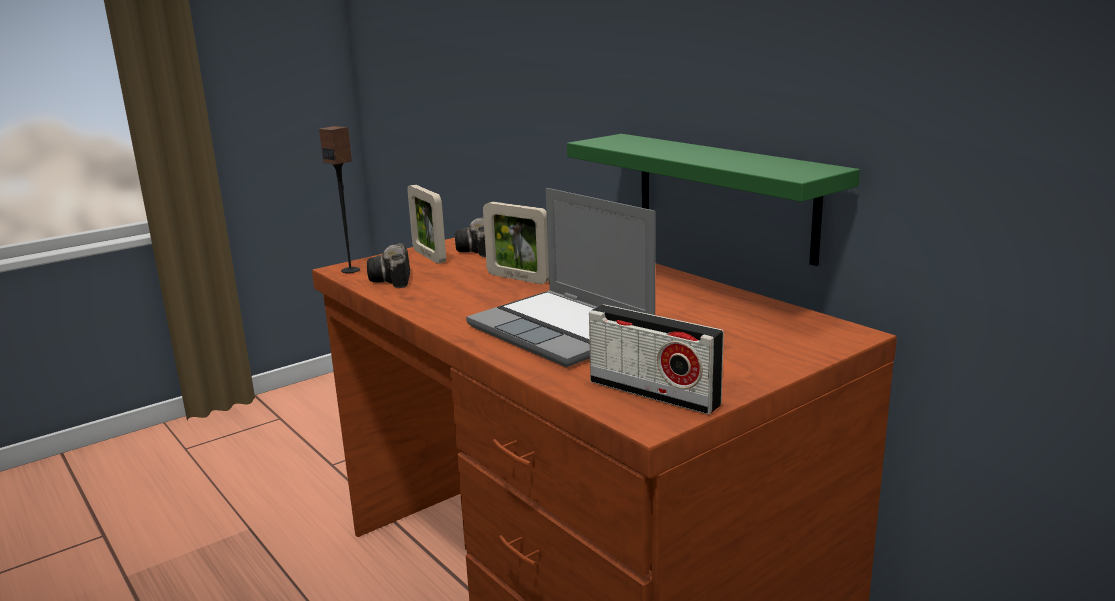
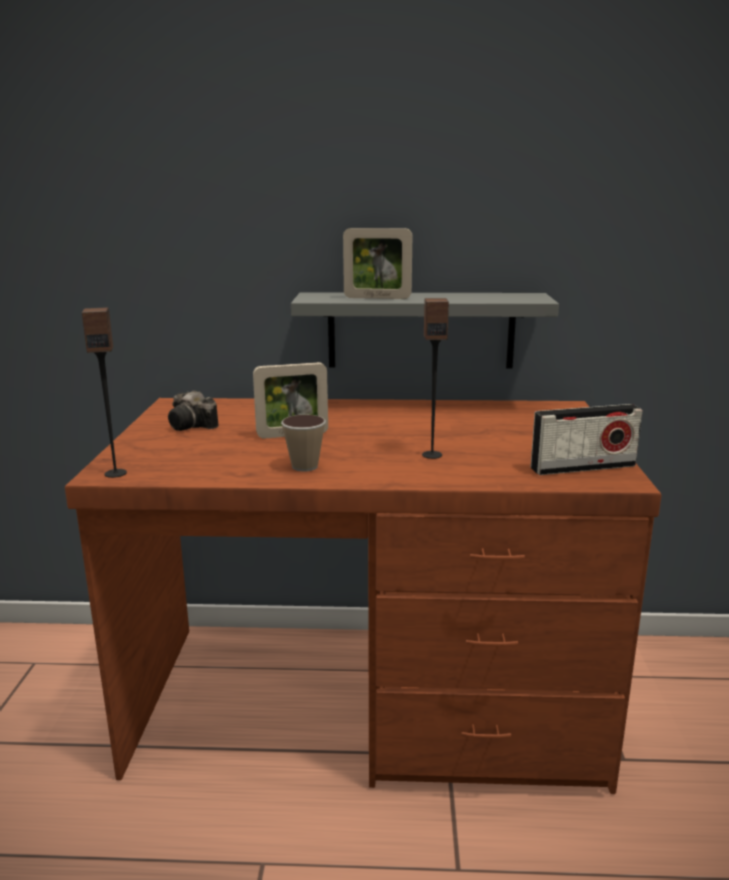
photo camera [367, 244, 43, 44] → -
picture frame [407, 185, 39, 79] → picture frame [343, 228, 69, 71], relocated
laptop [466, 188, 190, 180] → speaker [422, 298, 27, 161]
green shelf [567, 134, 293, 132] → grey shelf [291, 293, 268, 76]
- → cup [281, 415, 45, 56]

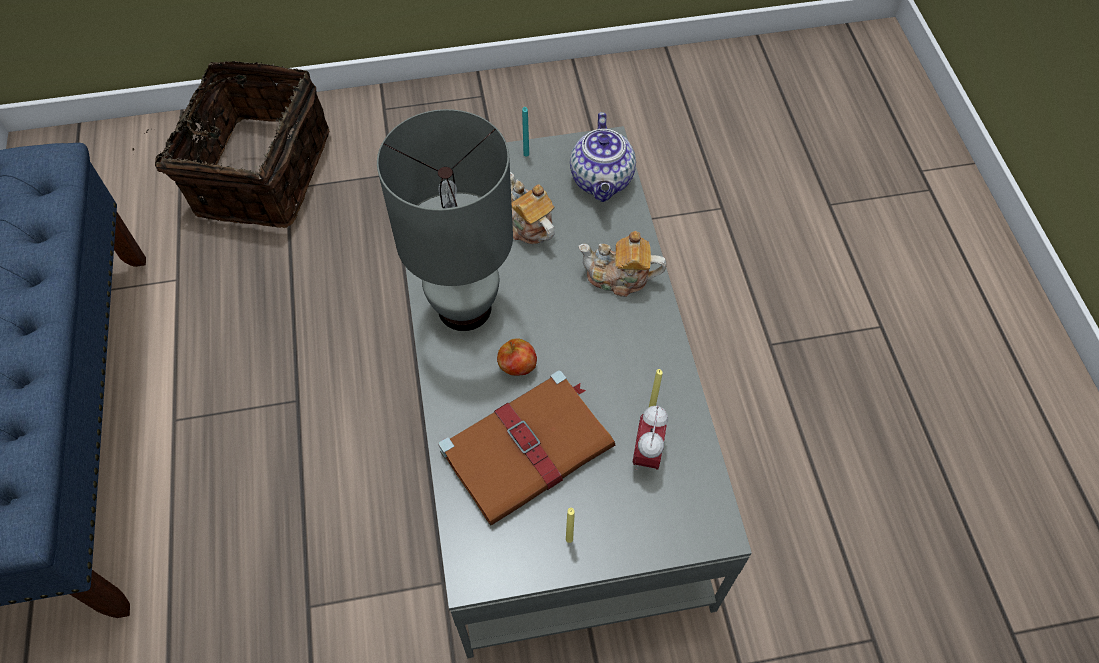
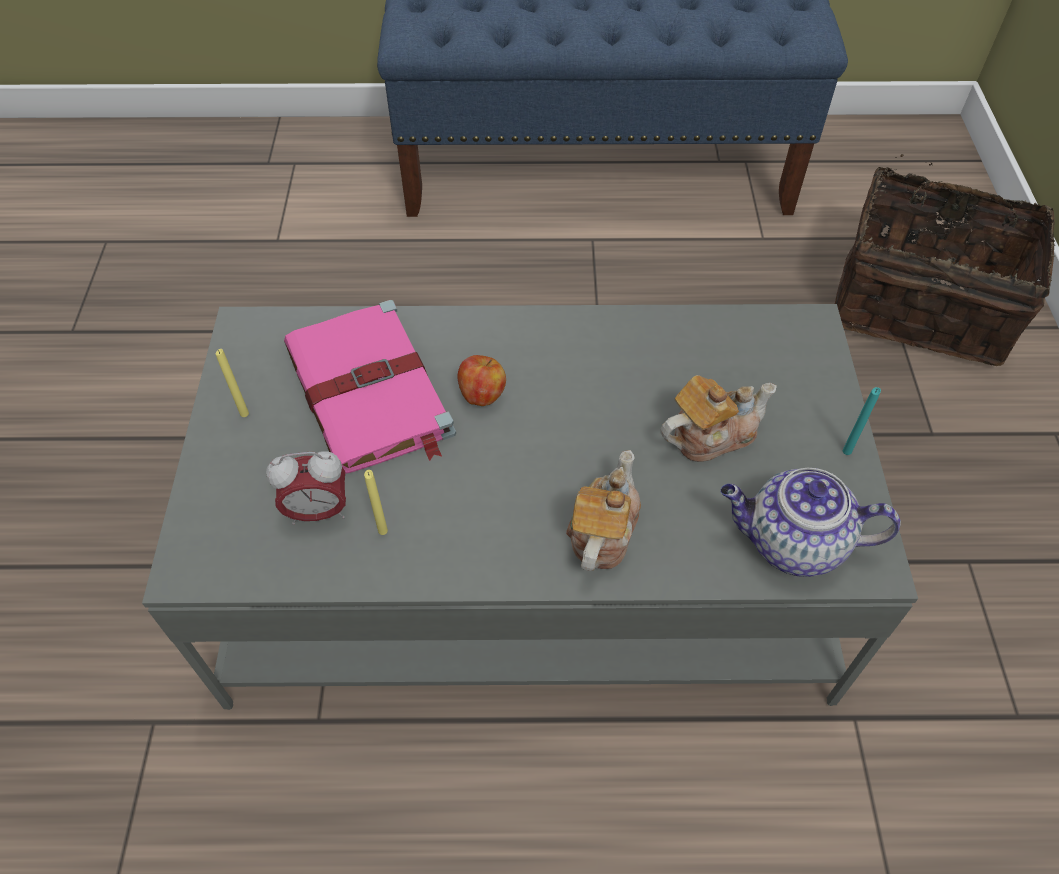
grey table lamp [377, 109, 136, 222] → -
brown book [439, 370, 176, 156] → pink book [284, 300, 172, 174]
alarm clock [633, 406, 35, 65] → alarm clock [266, 451, 80, 74], 150 degrees clockwise

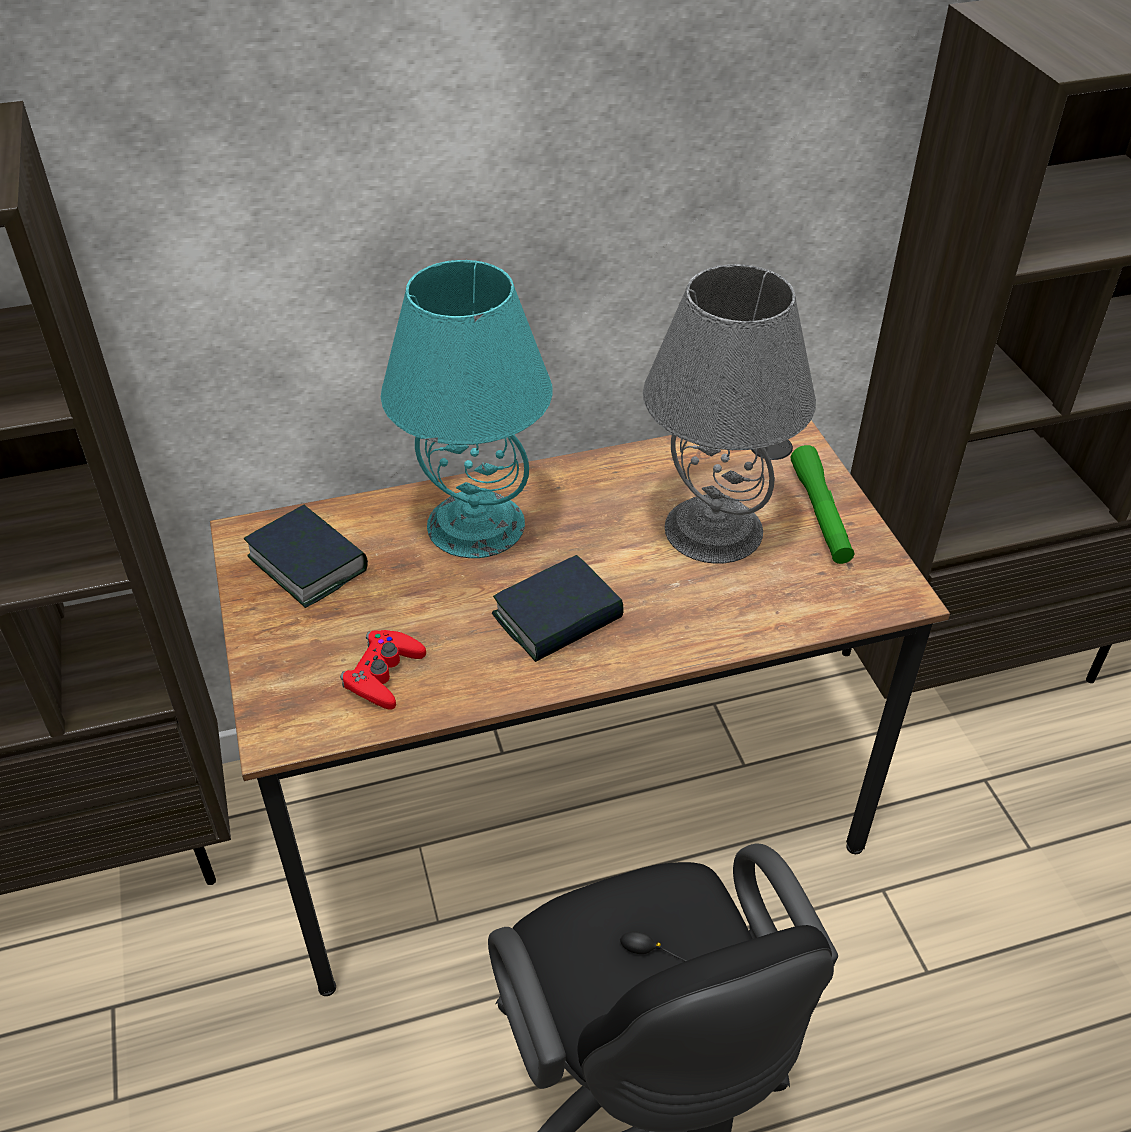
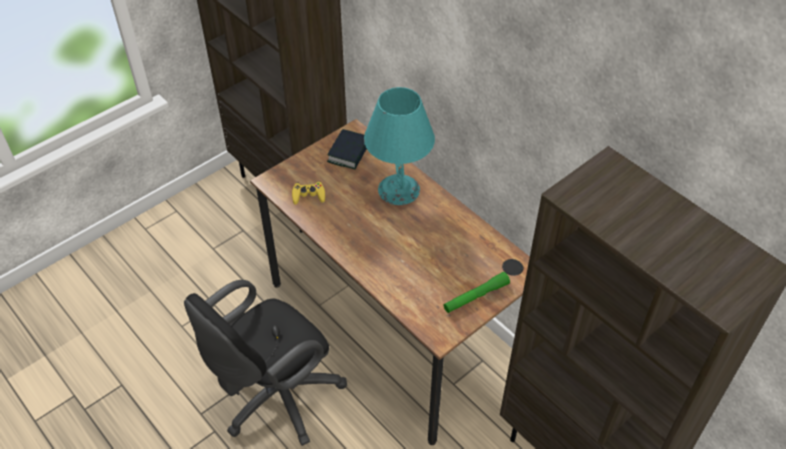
red game controller [340, 630, 86, 80] → yellow game controller [292, 181, 33, 23]
book [492, 555, 132, 107] → -
grey table lamp [643, 264, 173, 300] → -

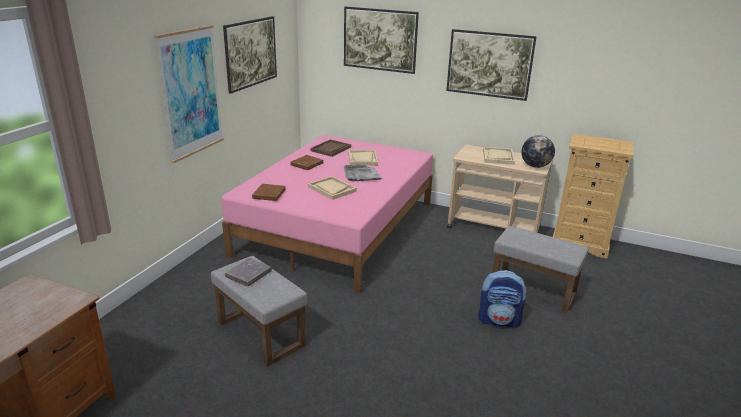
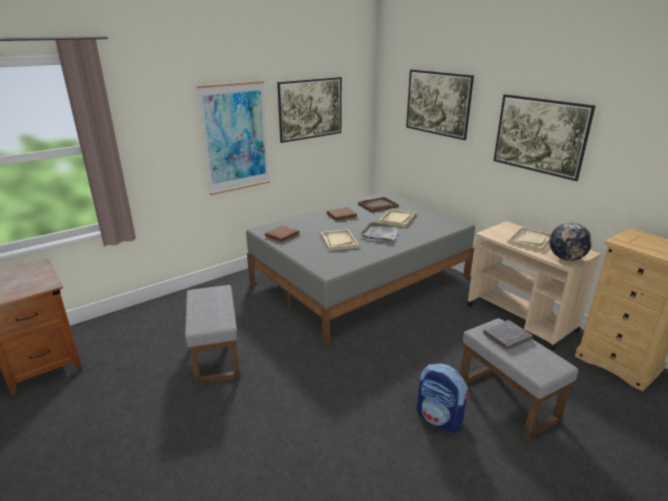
pink bed [222, 135, 211, 158] → grey bed [246, 192, 229, 154]
grey book [225, 258, 47, 28] → grey book [483, 320, 50, 30], relocated

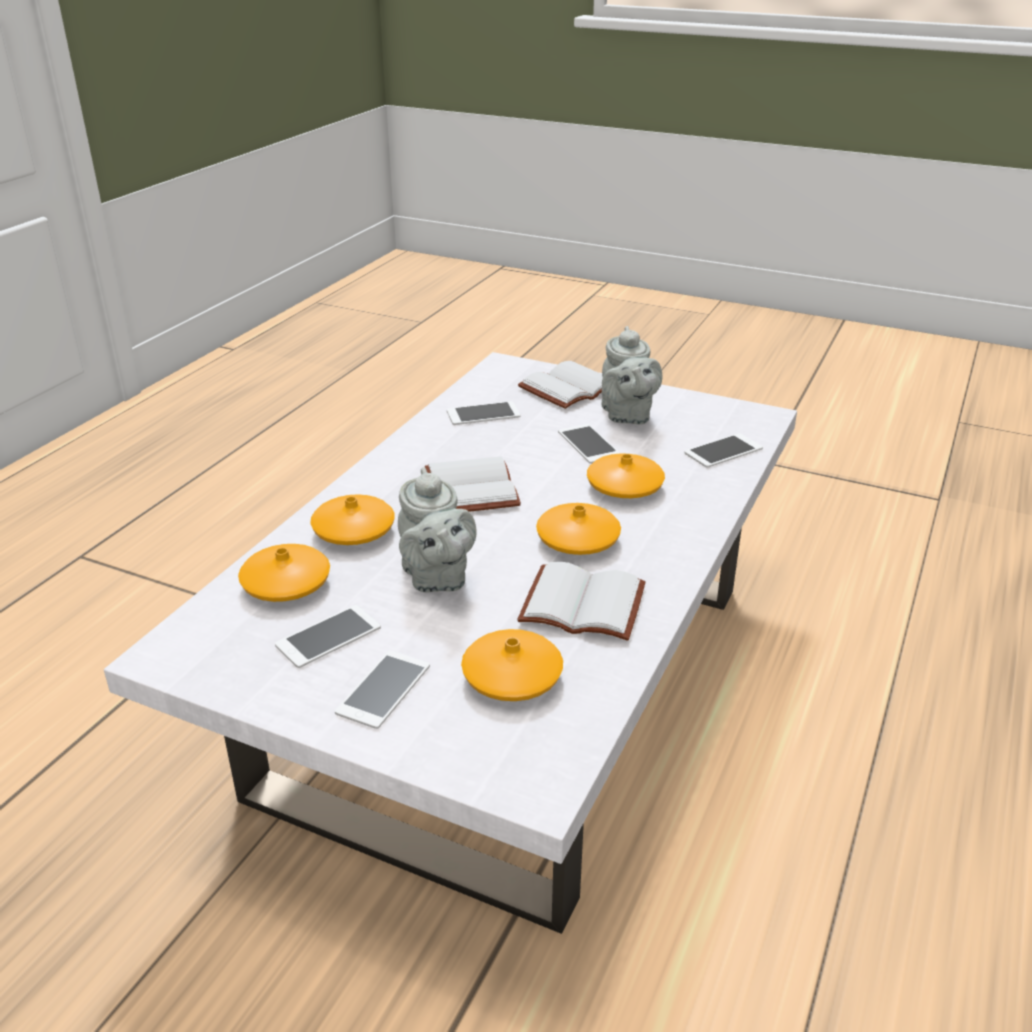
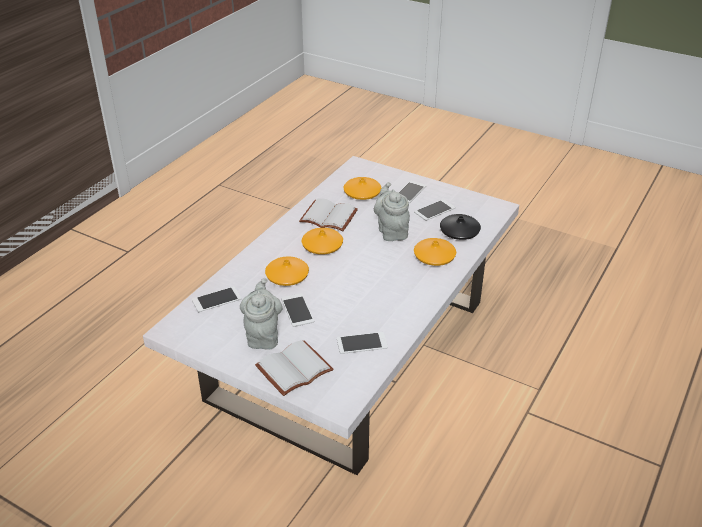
orange vase [238, 544, 92, 58] → black vase [440, 214, 41, 26]
white book [425, 456, 96, 56] → -

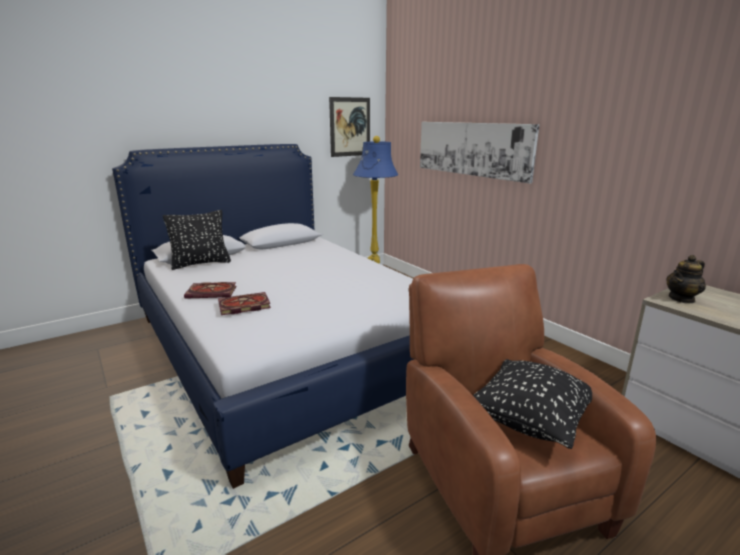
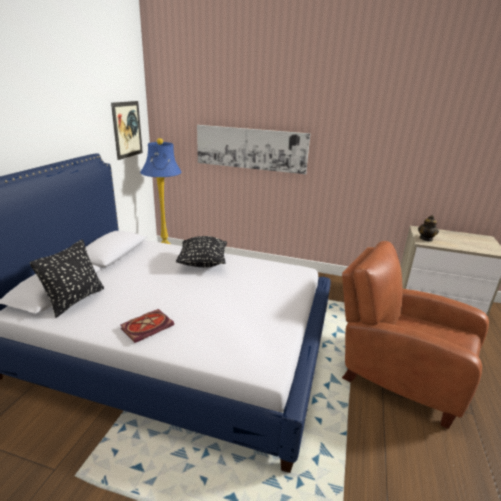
book [218, 292, 53, 23] → -
black pillow [473, 359, 119, 90] → black pillow [176, 236, 51, 31], relocated

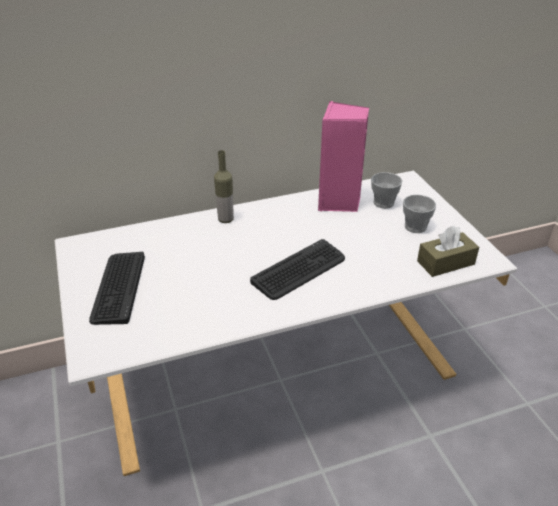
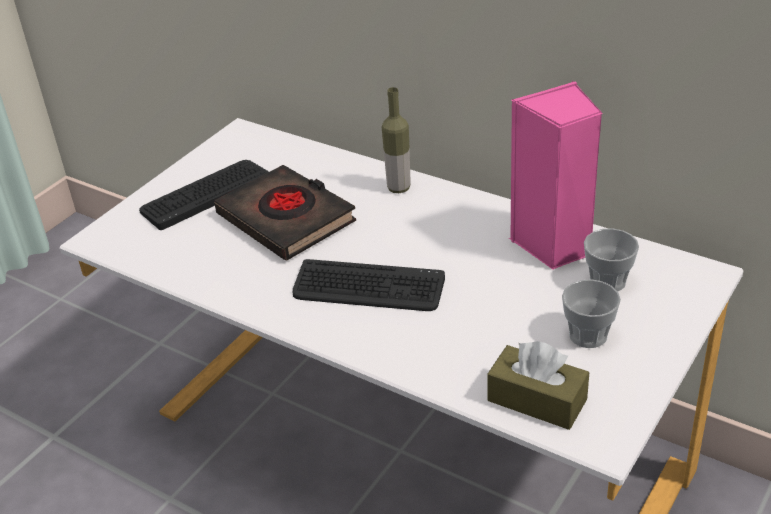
- → black book [214, 165, 142, 96]

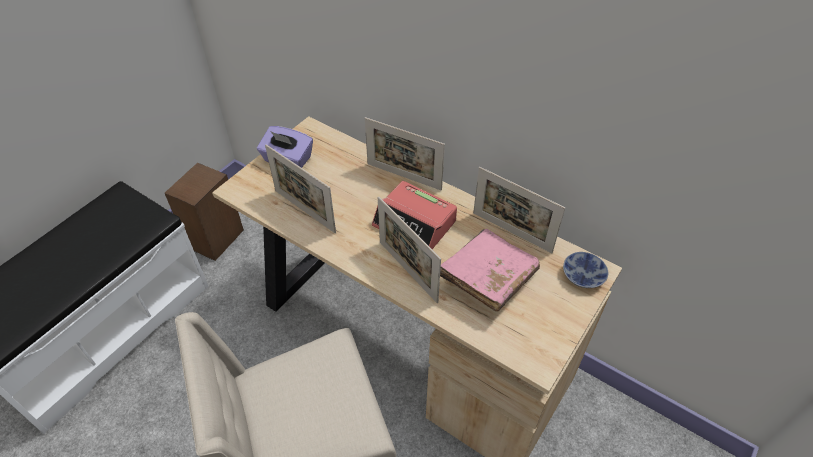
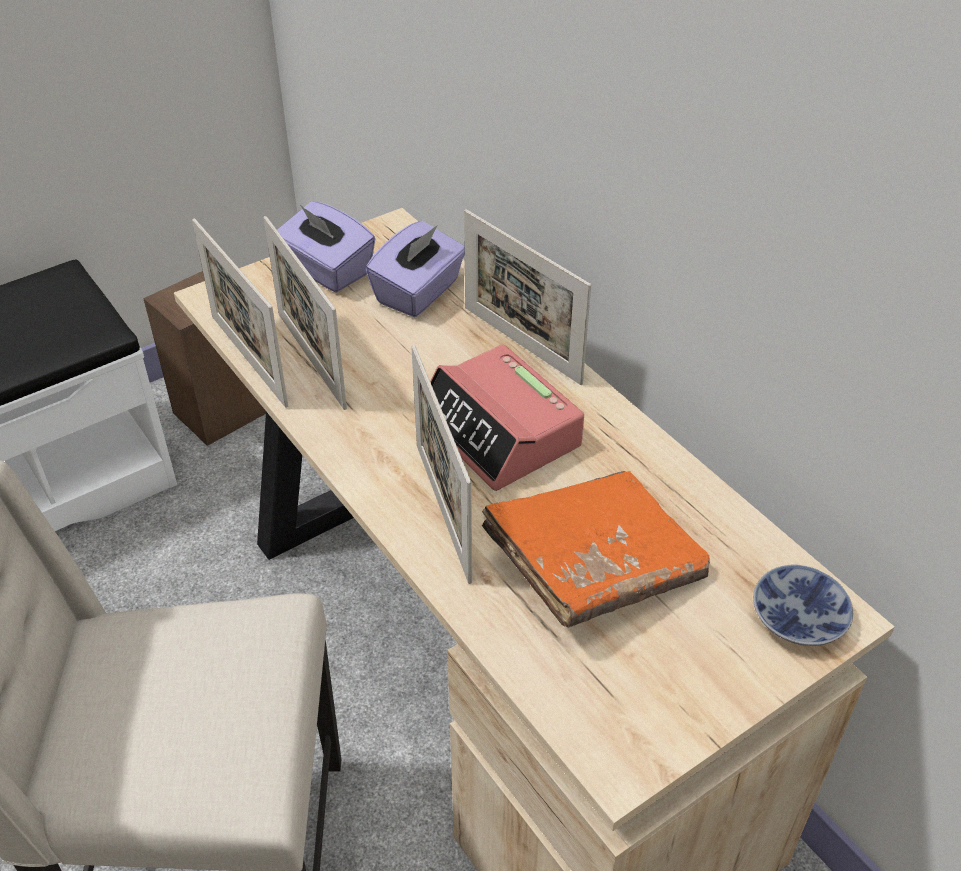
pink book [440, 228, 100, 83] → orange book [482, 471, 228, 157]
picture frame [473, 167, 92, 86] → picture frame [192, 218, 96, 190], relocated
- → purple tissue box [365, 221, 100, 96]

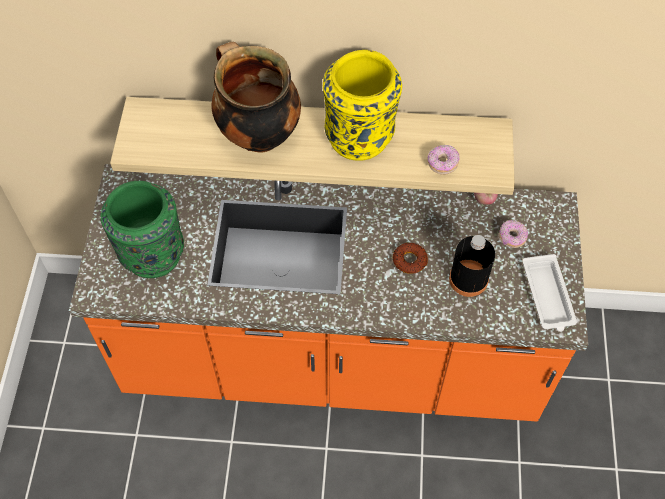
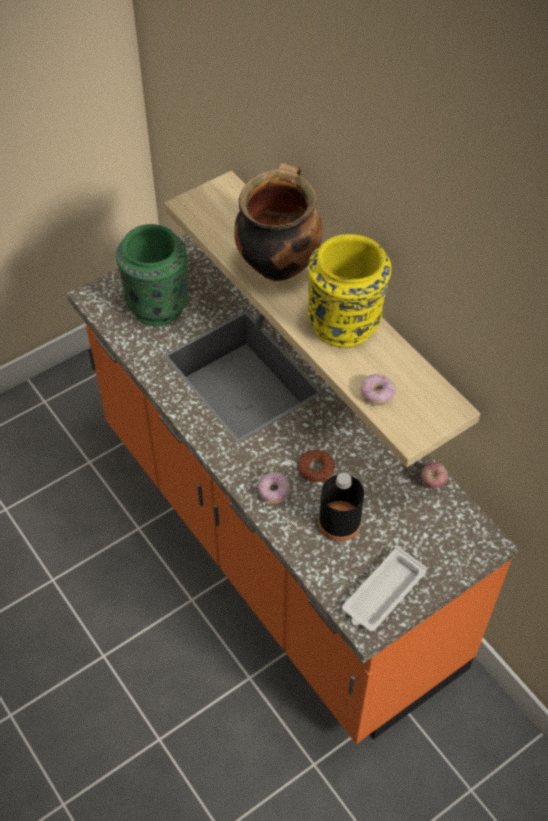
donut [499, 220, 29, 28] → donut [258, 472, 32, 32], relocated

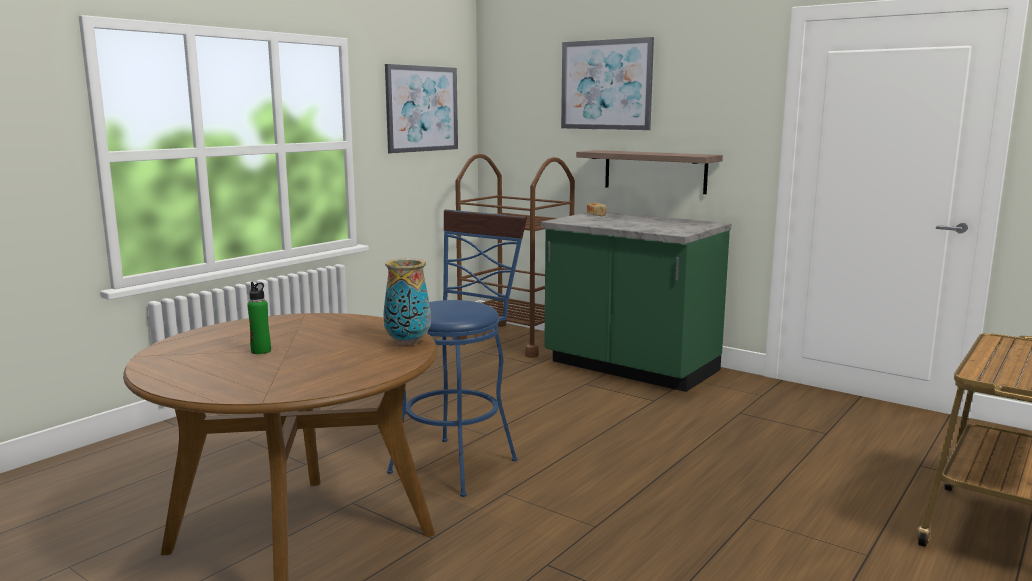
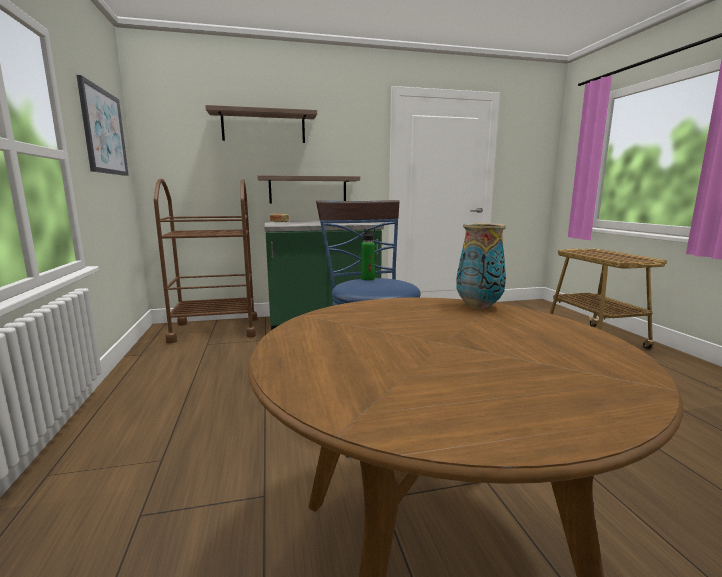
green bottle [247, 282, 24, 72] → green bottle [361, 228, 14, 52], relocated
picture [561, 37, 93, 93] → shelf [205, 105, 112, 38]

